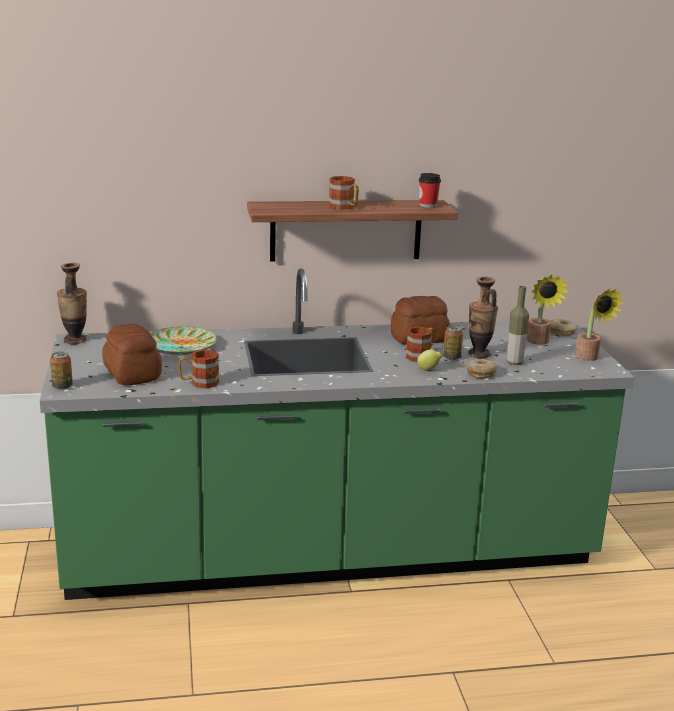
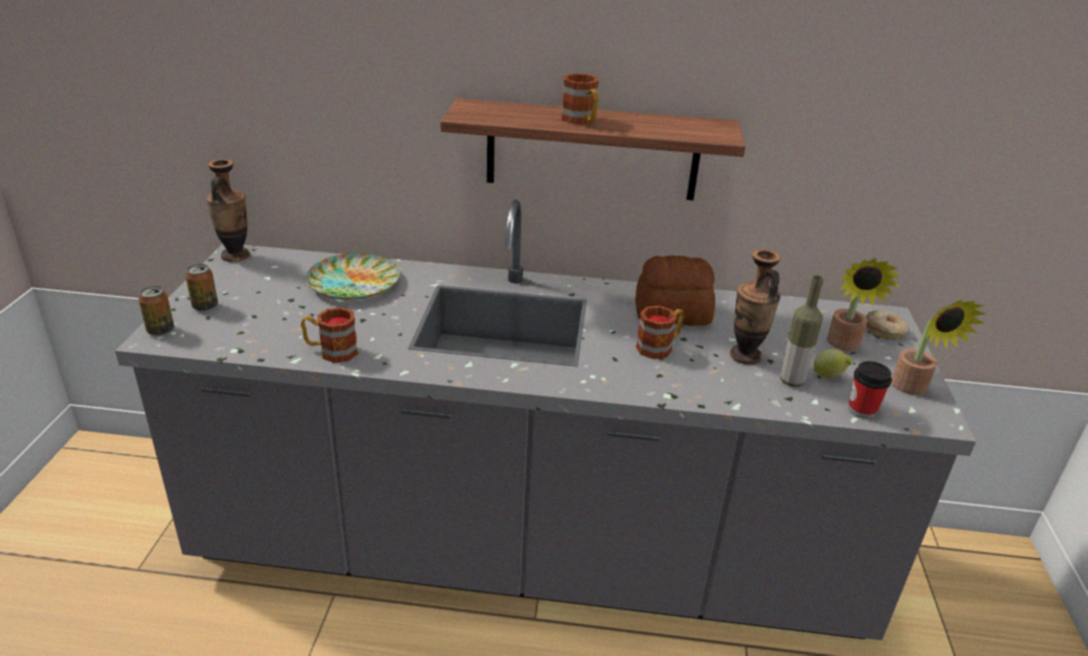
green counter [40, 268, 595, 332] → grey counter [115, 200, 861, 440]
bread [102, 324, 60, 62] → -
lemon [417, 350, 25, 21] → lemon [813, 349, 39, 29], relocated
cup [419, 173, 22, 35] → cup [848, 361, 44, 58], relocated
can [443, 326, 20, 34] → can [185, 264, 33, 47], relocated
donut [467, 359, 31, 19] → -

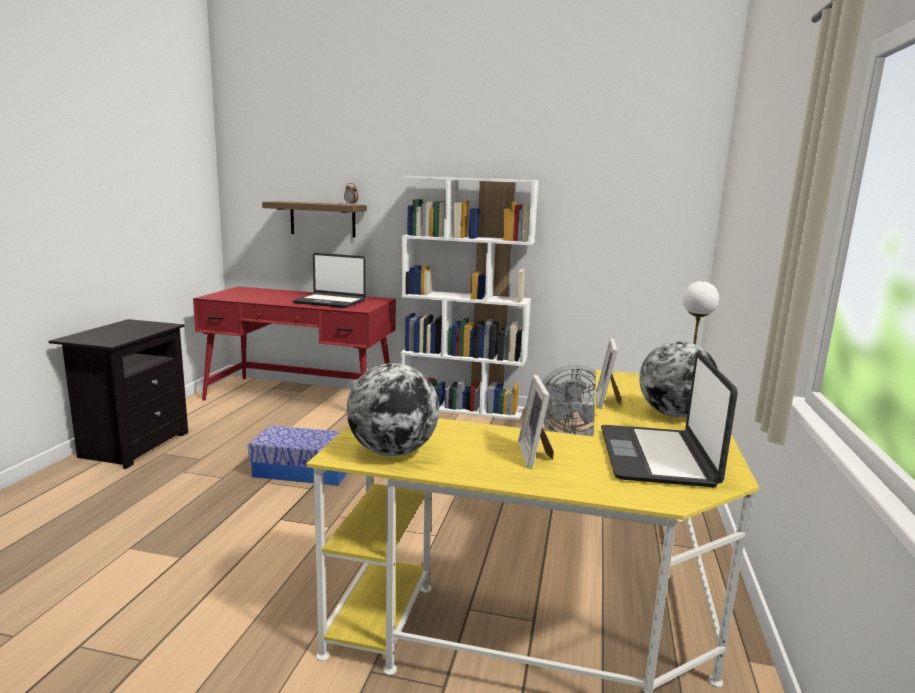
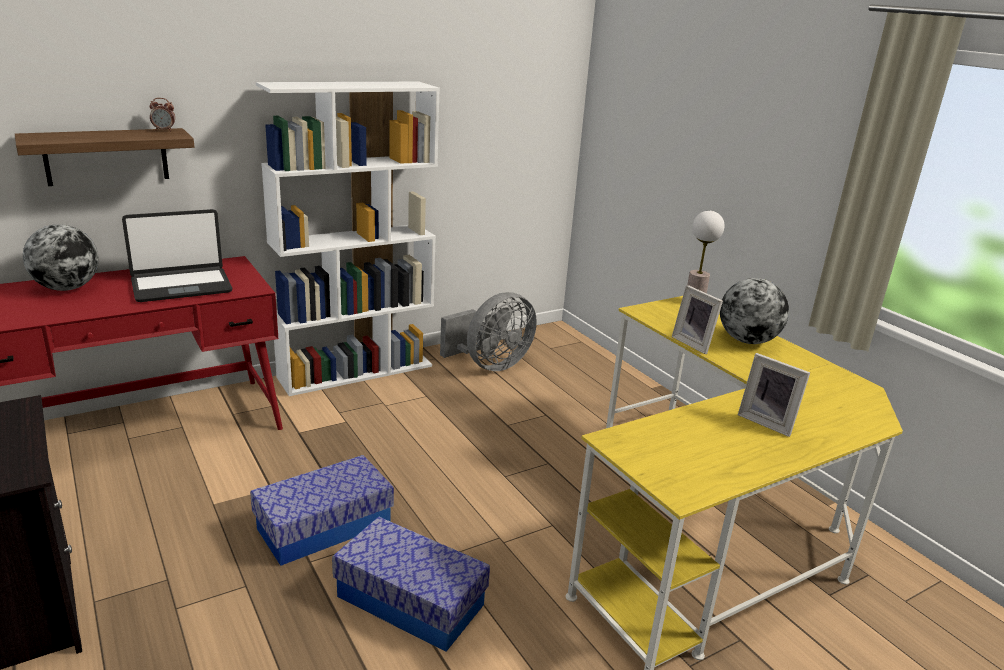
globe [347, 363, 92, 93] → globe [23, 224, 76, 67], relocated
laptop [601, 352, 137, 135] → -
- → storage box [332, 516, 158, 136]

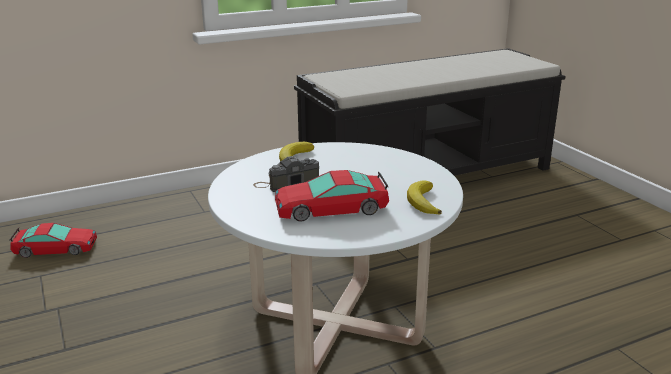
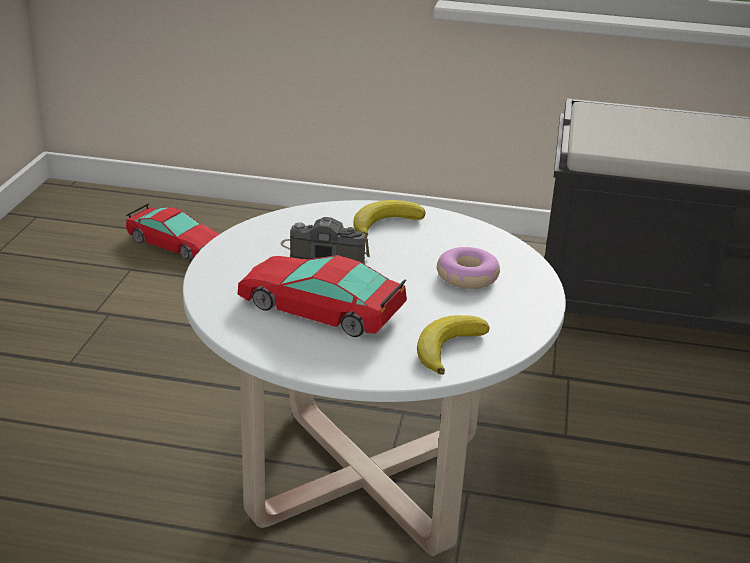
- → donut [437, 247, 63, 42]

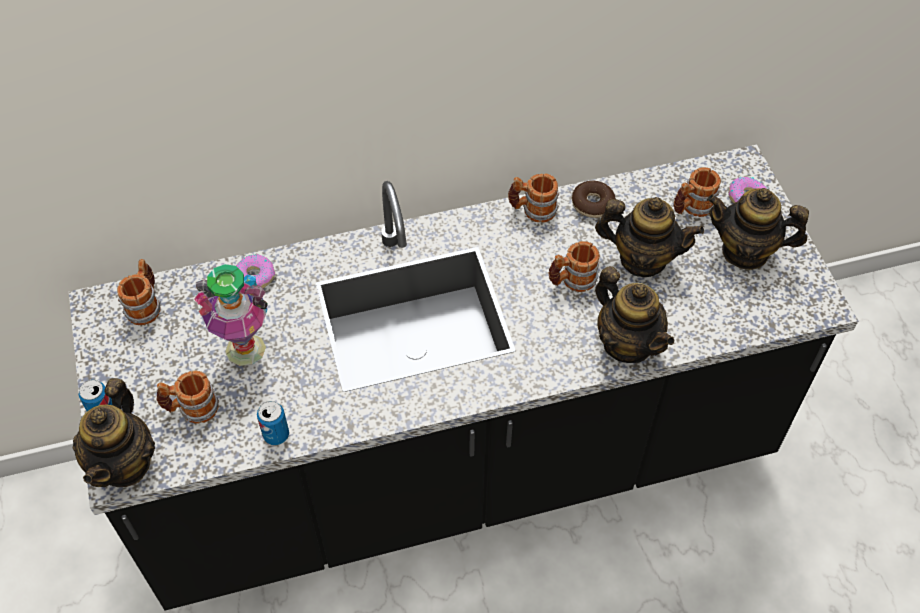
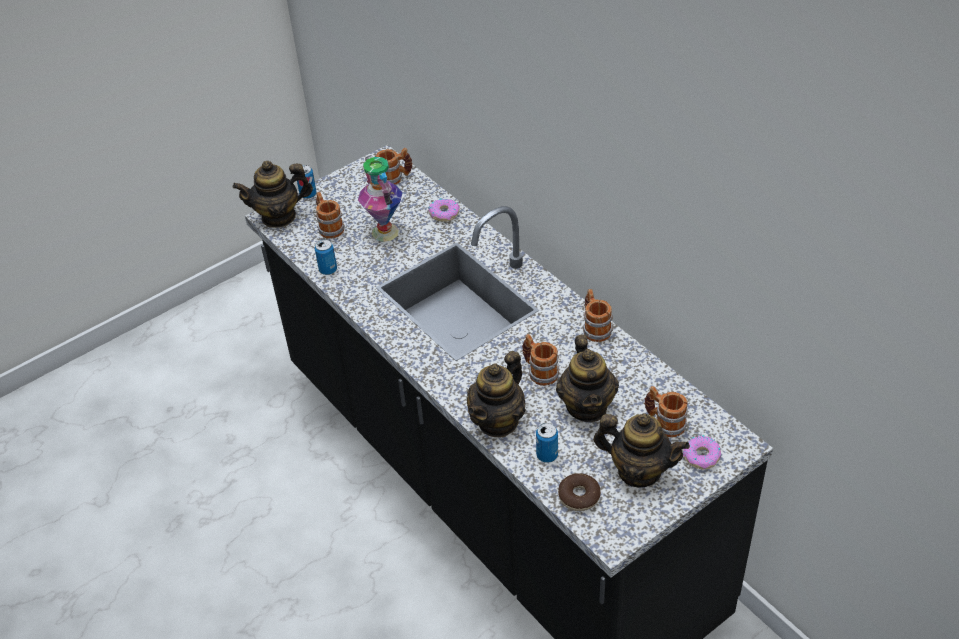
donut [572, 181, 44, 37] → donut [558, 473, 43, 38], relocated
teapot [707, 188, 102, 82] → teapot [593, 413, 97, 75], 120 degrees clockwise
- → can [536, 423, 22, 40]

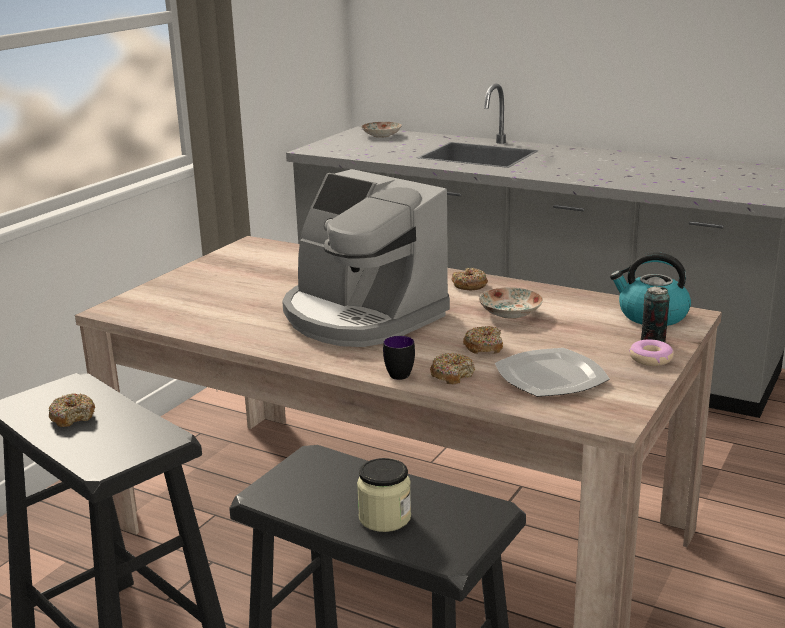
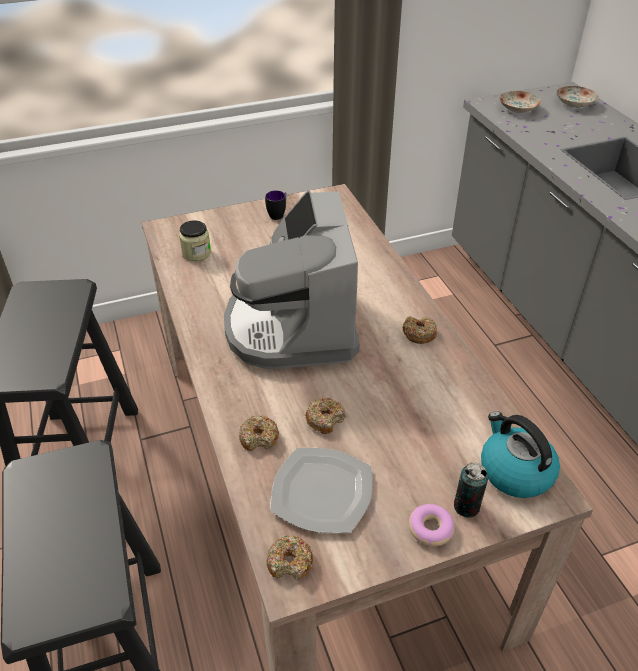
donut [49, 393, 46, 34] → donut [267, 536, 46, 44], relocated
jar [357, 458, 54, 74] → jar [179, 220, 32, 41], relocated
mug [383, 336, 32, 44] → mug [265, 191, 22, 29], relocated
plate [479, 287, 64, 32] → plate [500, 91, 41, 22], relocated

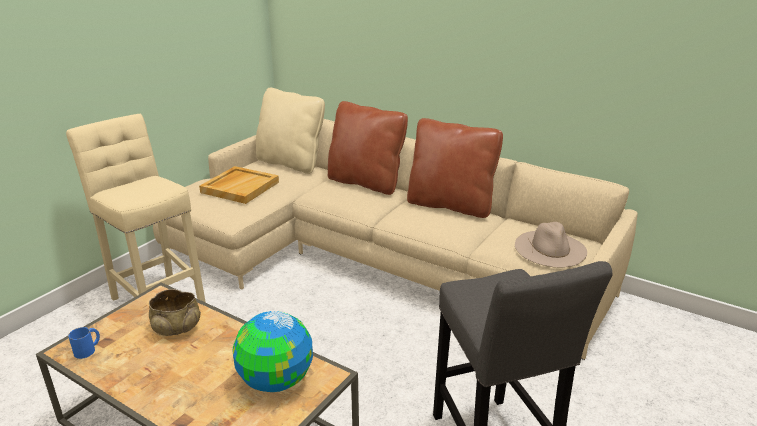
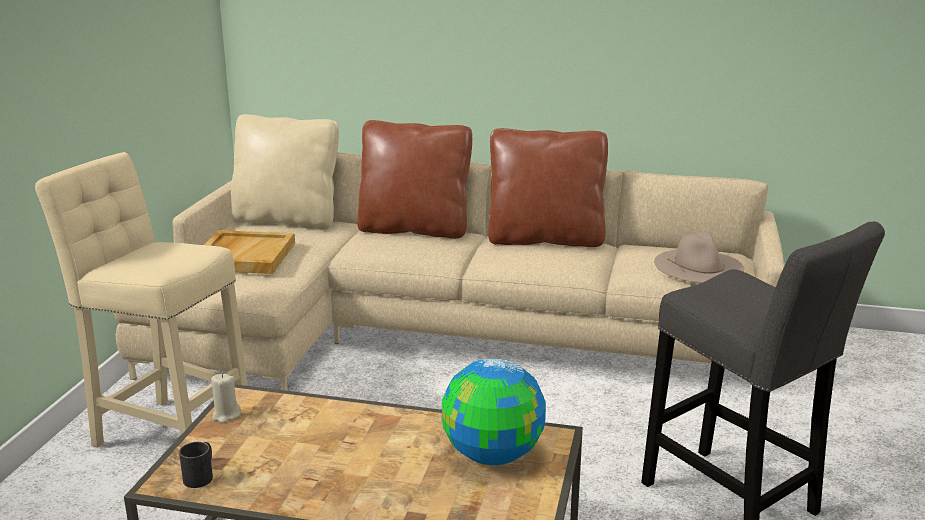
blue mug [68, 327, 32, 32] → black mug [179, 442, 34, 46]
beige bowl [149, 289, 52, 47] → -
- → beige candle [211, 374, 30, 49]

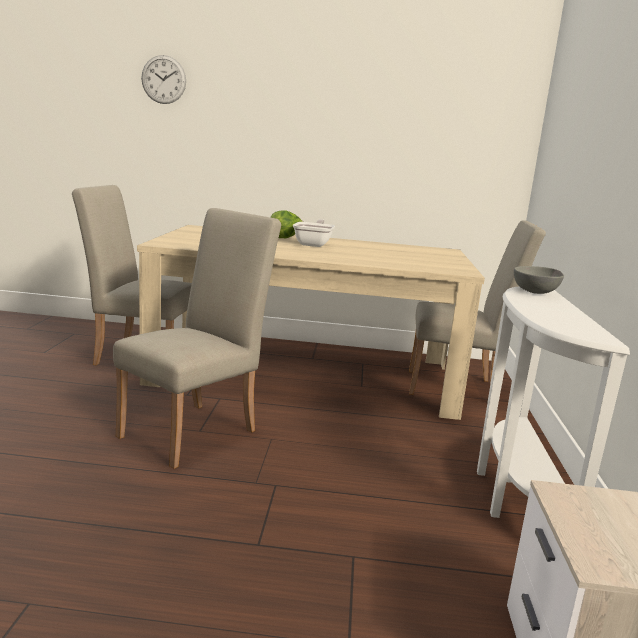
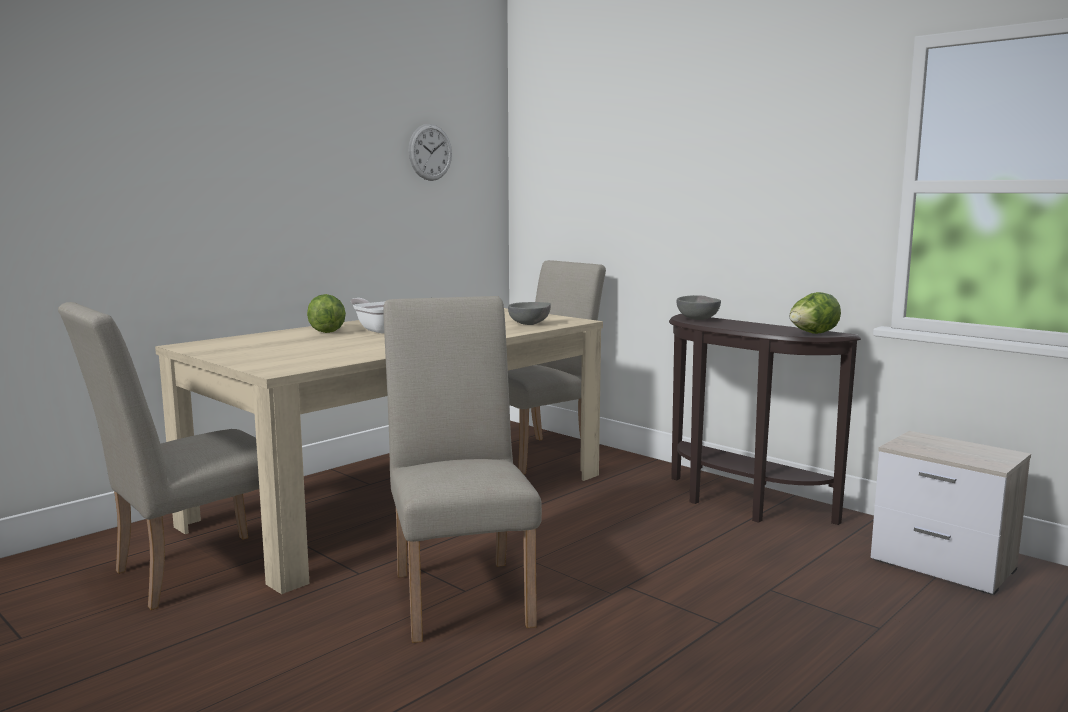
wall clock [141, 55, 45, 49] → wall clock [408, 124, 44, 57], relocated
white console table [477, 286, 153, 232] → brown console table [669, 314, 192, 211]
- → grey bowl [508, 302, 43, 23]
- → lettuce [789, 292, 52, 42]

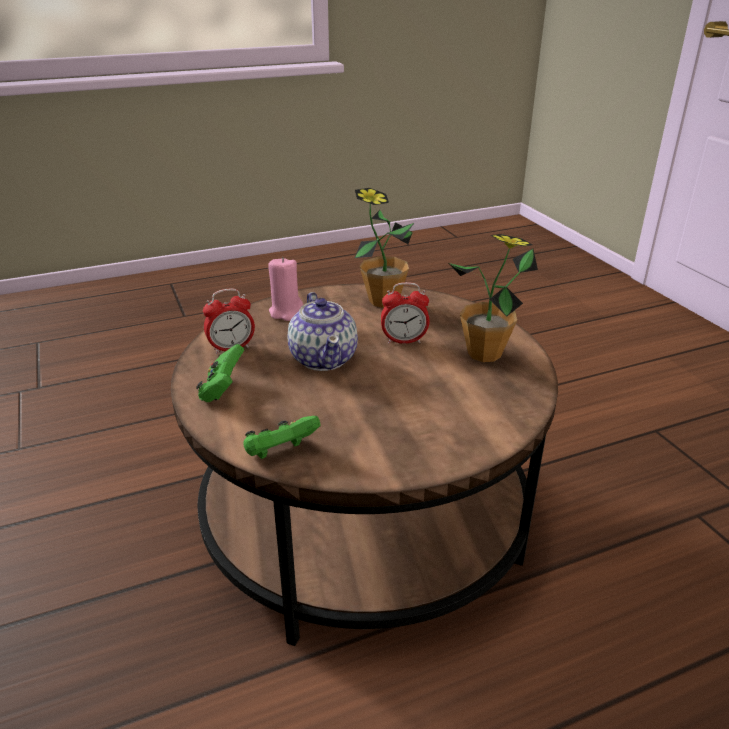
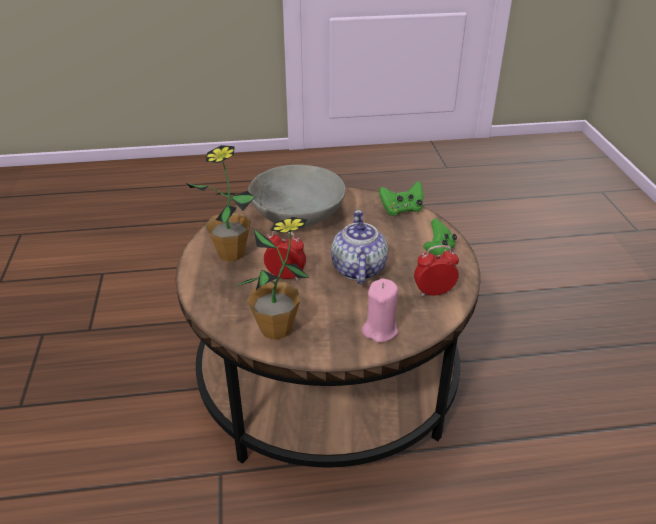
- → grey bowl [248, 165, 98, 62]

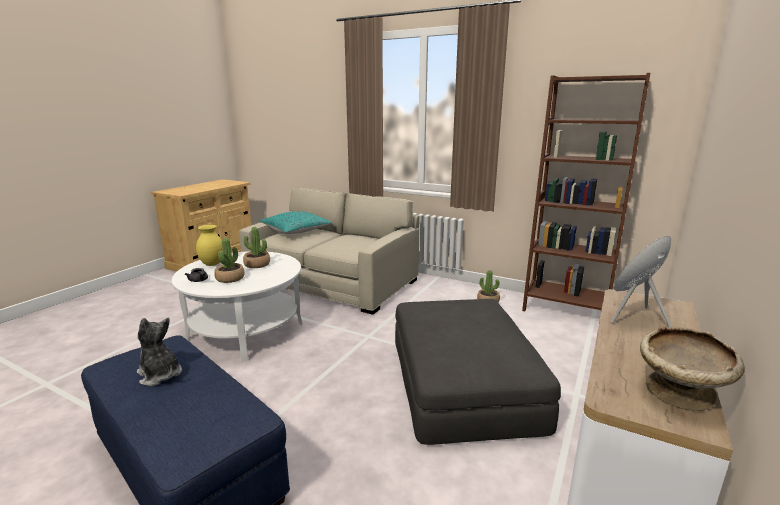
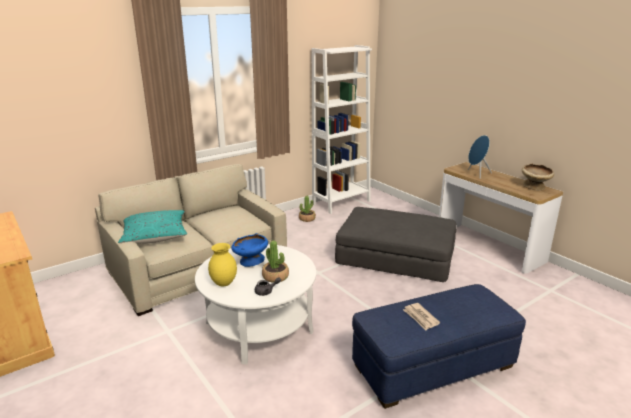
plush toy [137, 317, 45, 69] → newspaper [403, 303, 37, 27]
potted plant [243, 227, 27, 41] → blue bowl [231, 233, 37, 34]
brown bookcase [522, 73, 128, 238] → white bookcase [312, 45, 60, 169]

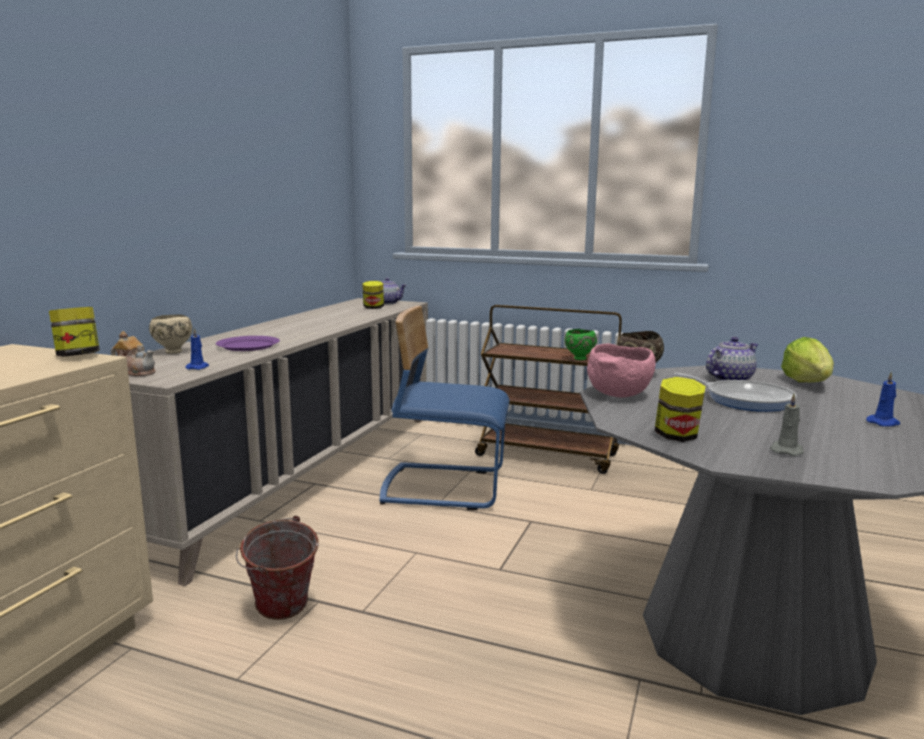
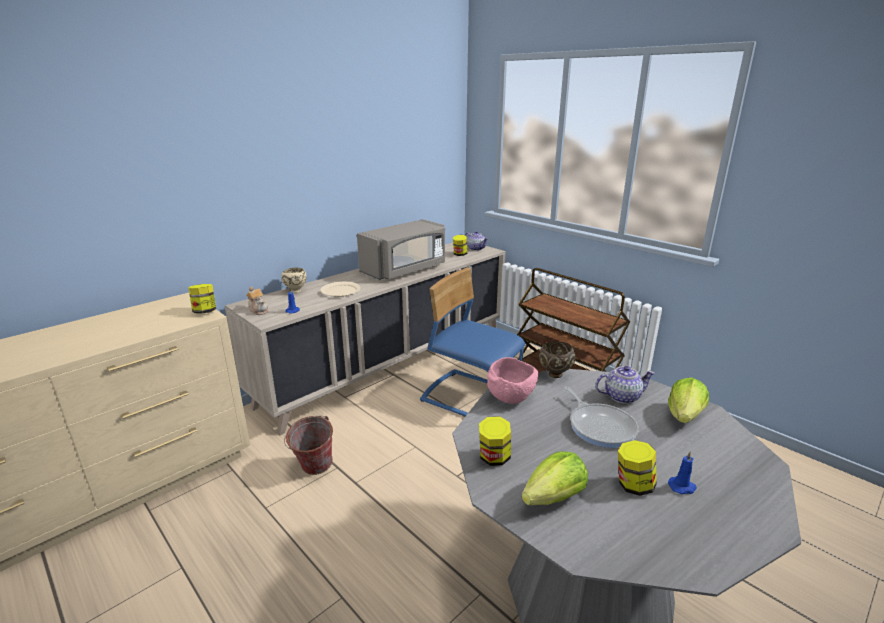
purple plate [216, 336, 64, 15] → beige plate [321, 282, 40, 15]
green bowl [565, 329, 32, 31] → -
grey candle [770, 393, 34, 63] → lettuce [522, 452, 66, 53]
- → grey microwave [357, 219, 88, 61]
- → jar [618, 440, 39, 56]

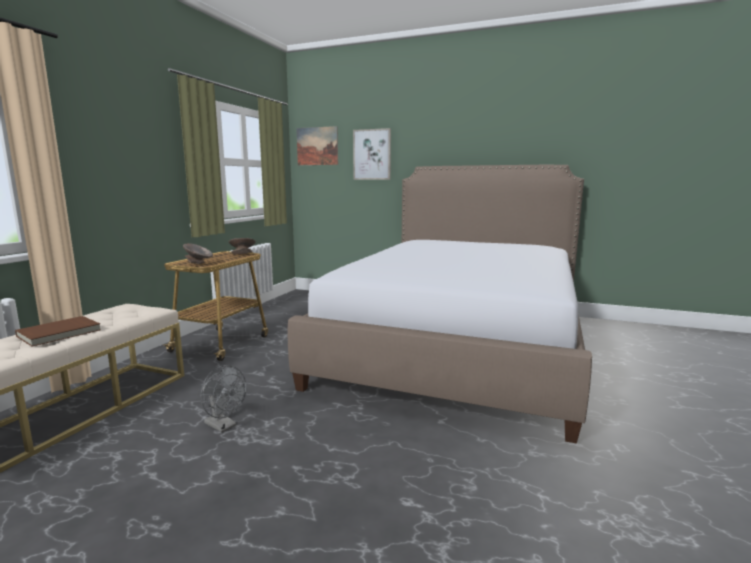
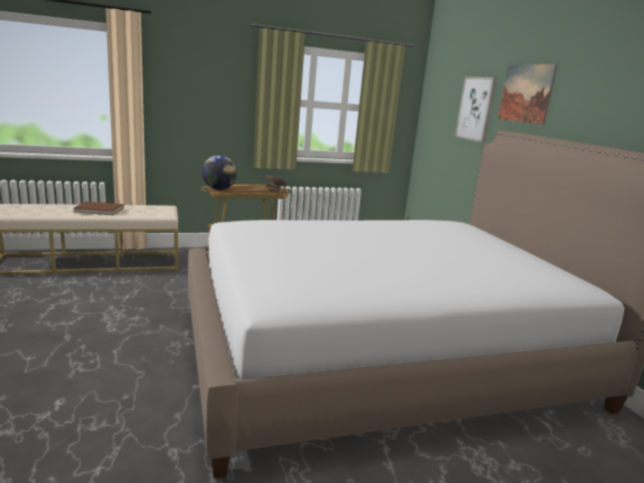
grey bowl [183, 243, 30, 21] → globe [202, 155, 35, 35]
grey fan [200, 365, 46, 67] → -
picture [296, 126, 42, 39] → picture [498, 64, 59, 61], relocated

